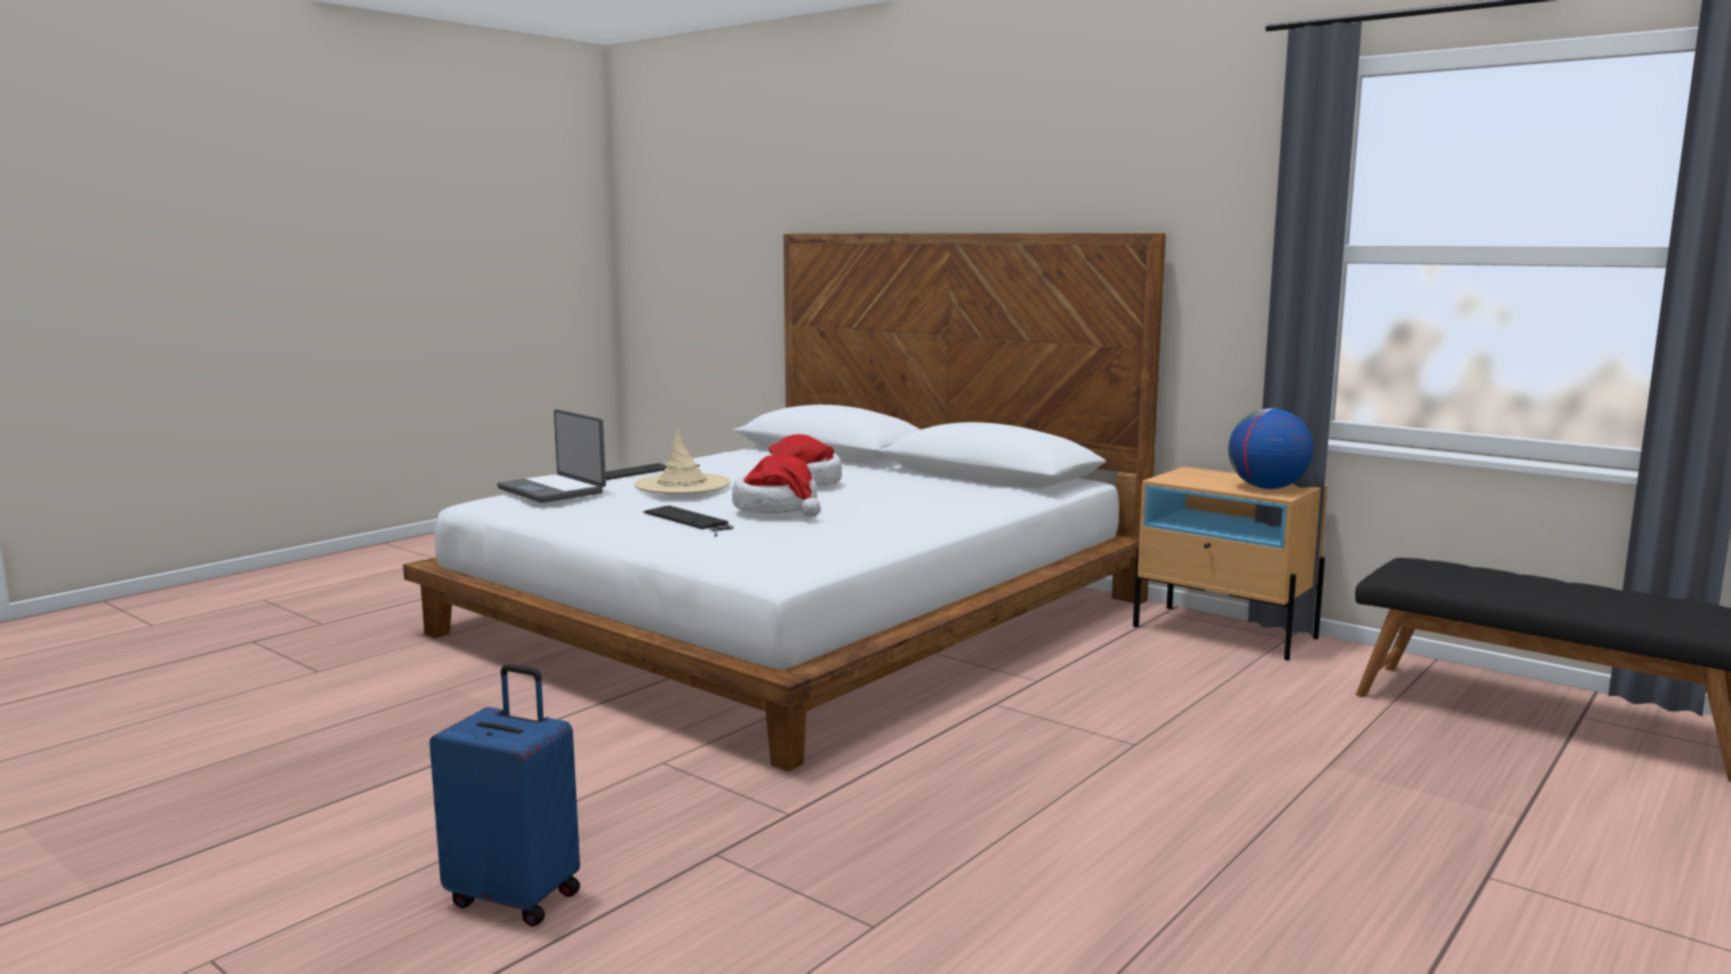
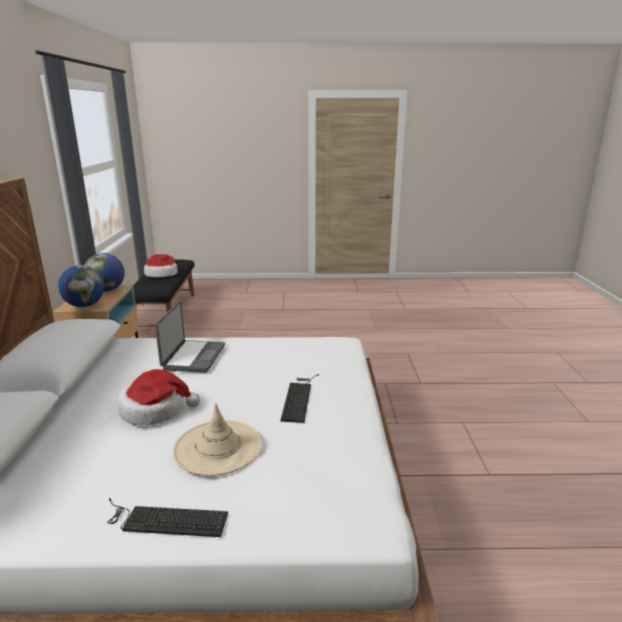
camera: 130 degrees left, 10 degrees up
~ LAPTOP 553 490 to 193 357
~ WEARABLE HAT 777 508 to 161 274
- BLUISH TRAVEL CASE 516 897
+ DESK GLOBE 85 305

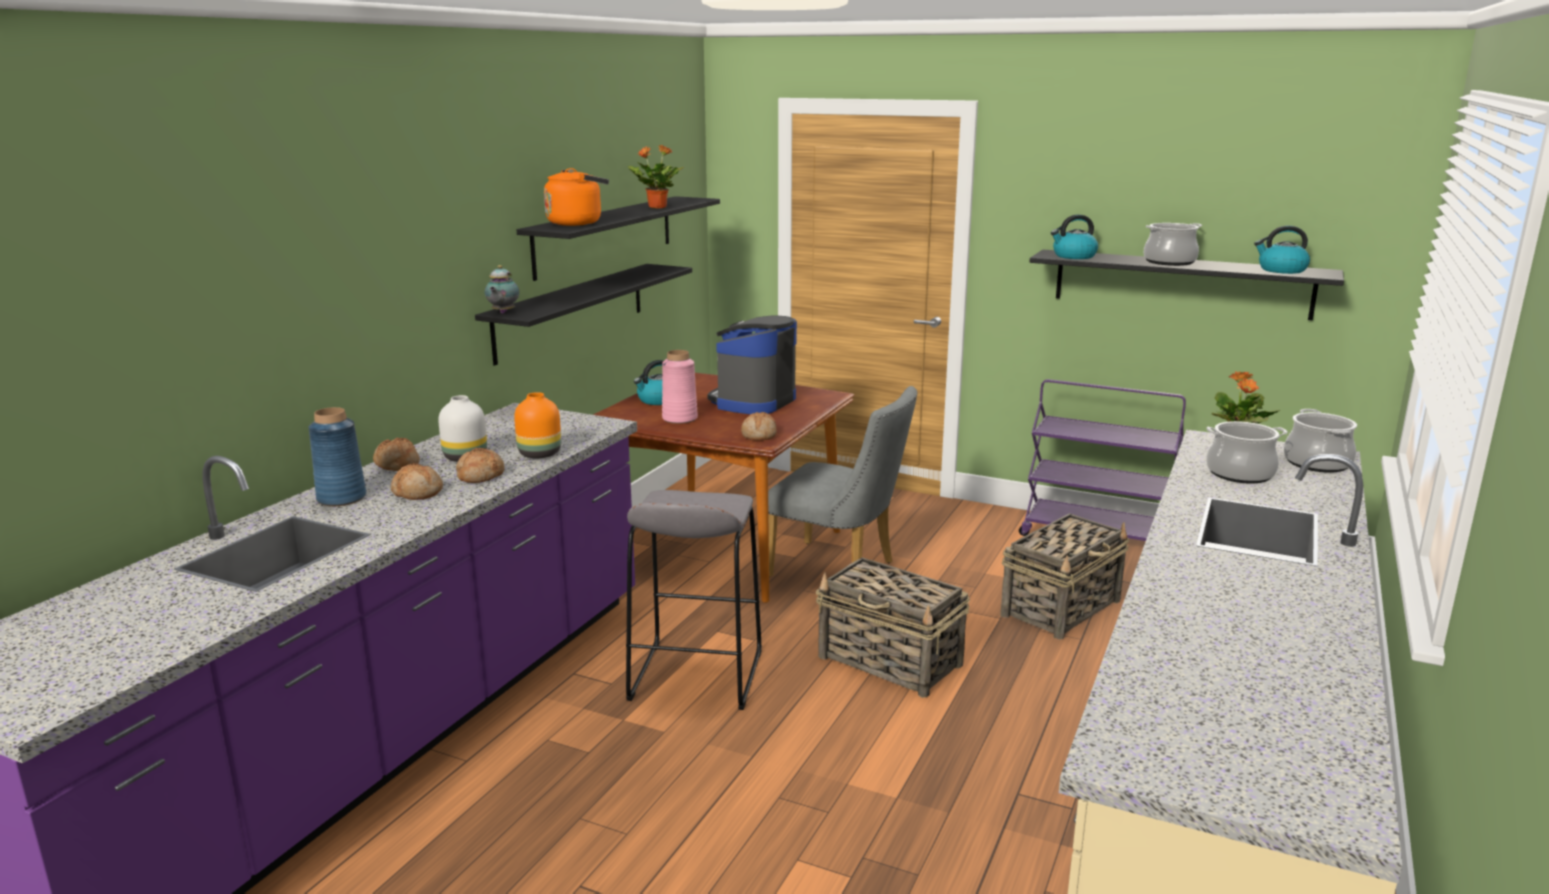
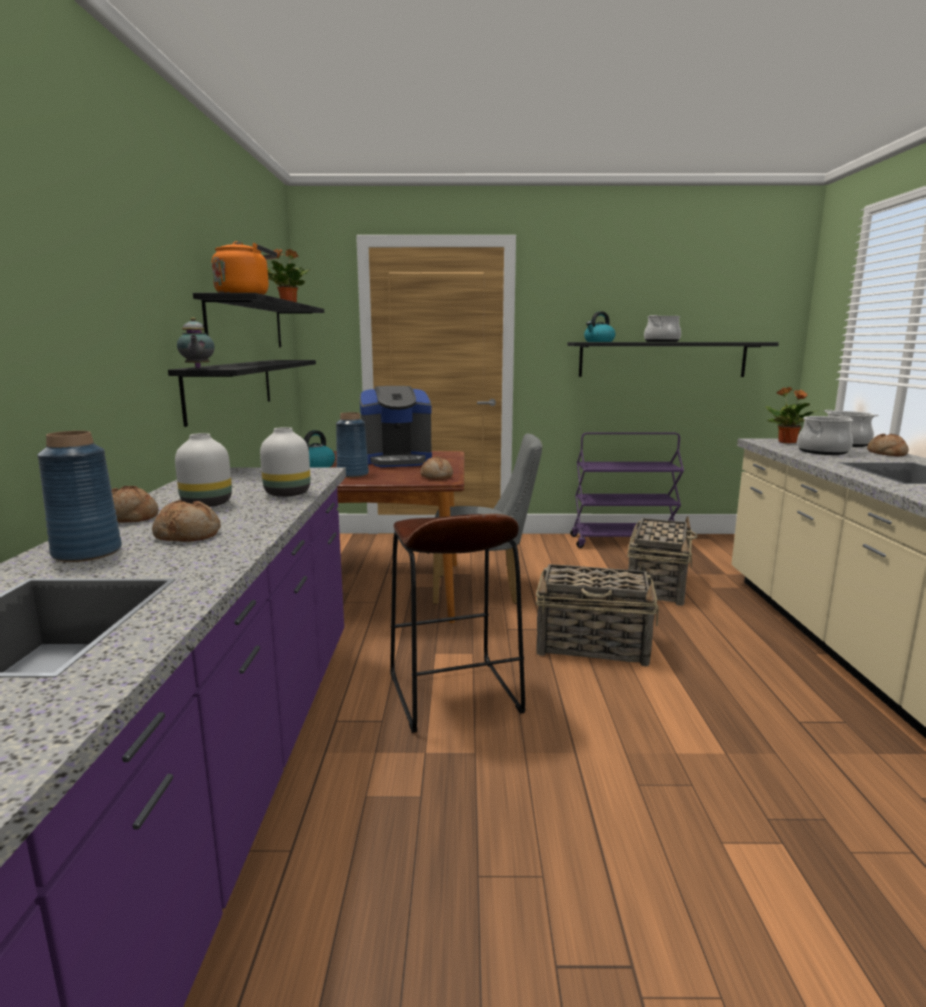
camera: 25 degrees left, 5 degrees down
- WATER KETTLE 1281 270
~ COFFEE MAKER 753 401 = 397 461 105 degrees counterclockwise
~ PINK DECORATIVE VASE 680 418 to BLUISH DECORATIVE VASE 353 474
~ ORANGE-COLOURED DECORATIVE VASE 540 454 to WHITISH DECORATIVE VASE 288 494
~ BAKED BREAD 480 475 to 886 453
~ GREYISH STOOL SEAT 696 675 to BROWNISH STOOL SEAT 453 693

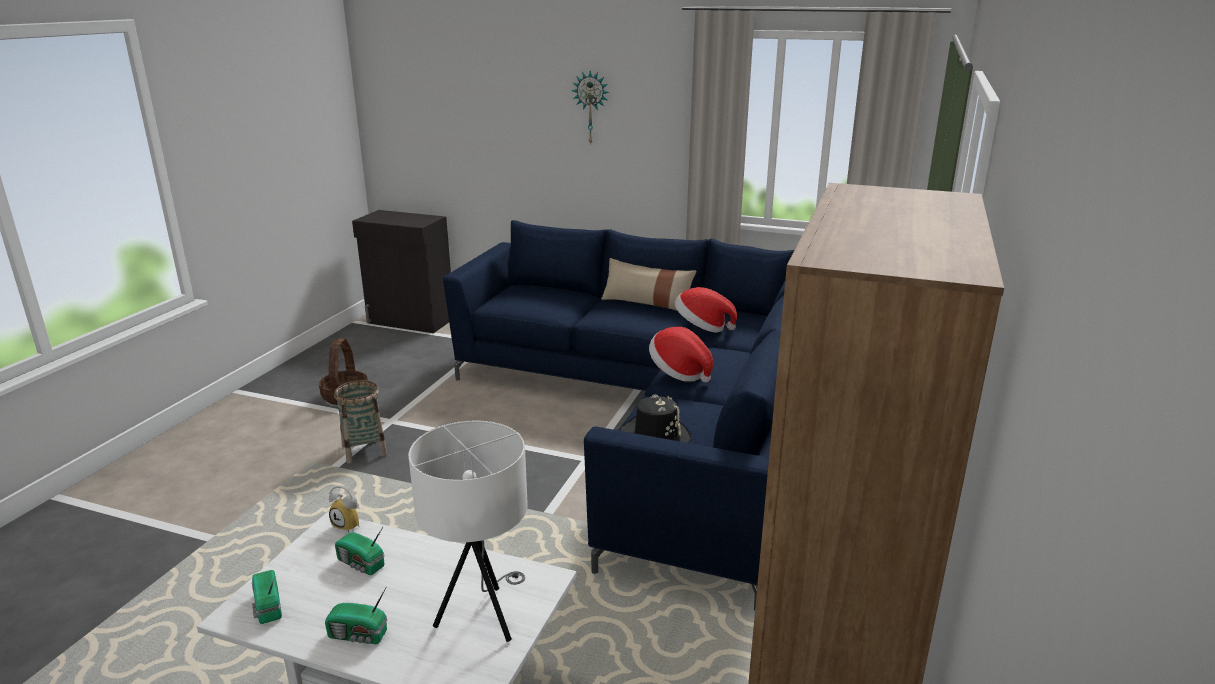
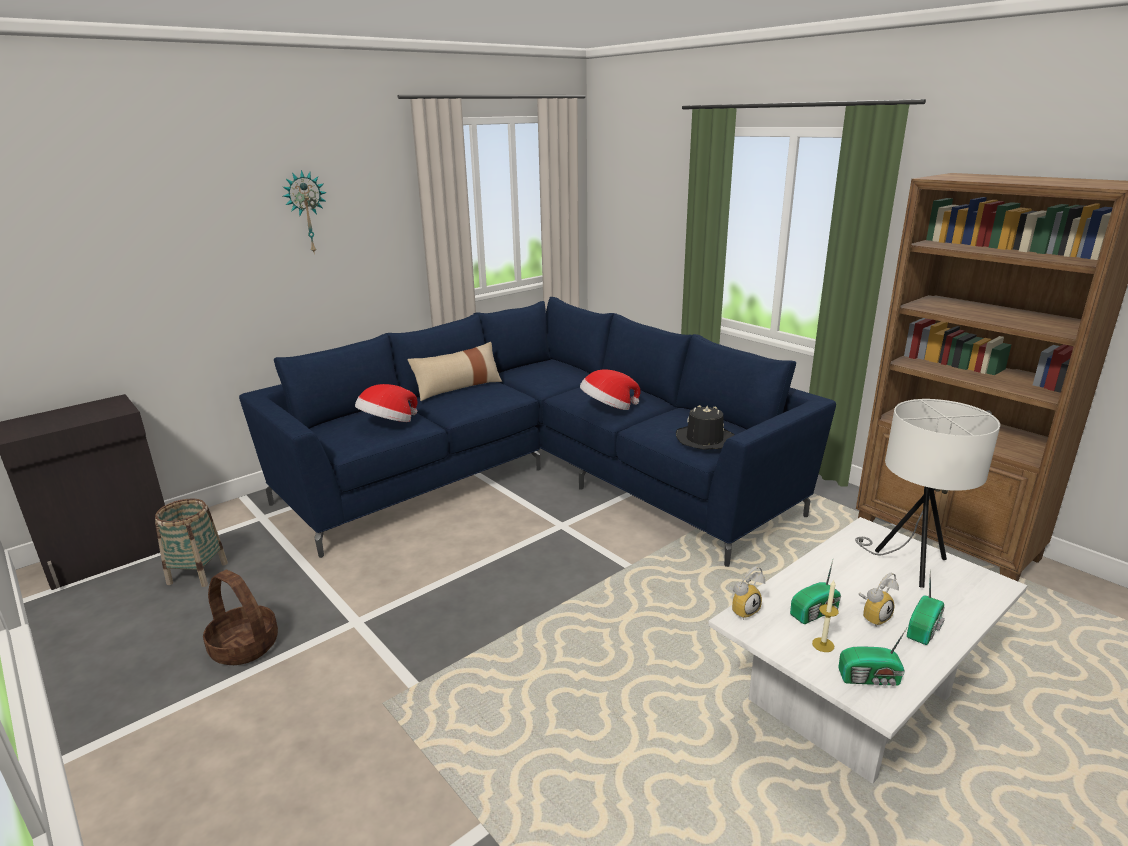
camera: 60 degrees left, 0 degrees up
~ WEARABLE HAT 702 327 to 388 424
~ BASKET 364 450 to 197 573
+ BEDSIDE CLOCK 873 616
+ CANDLE 823 645

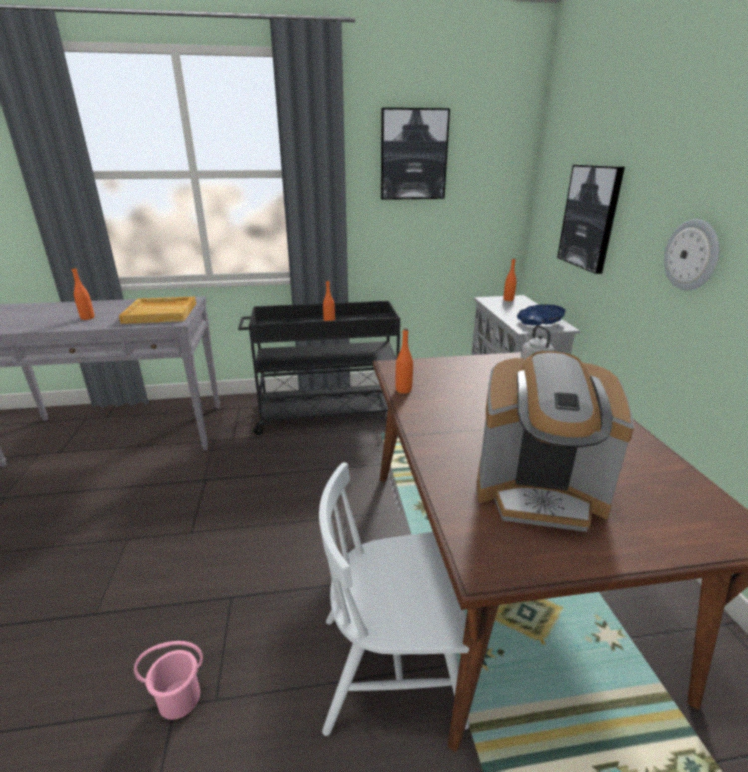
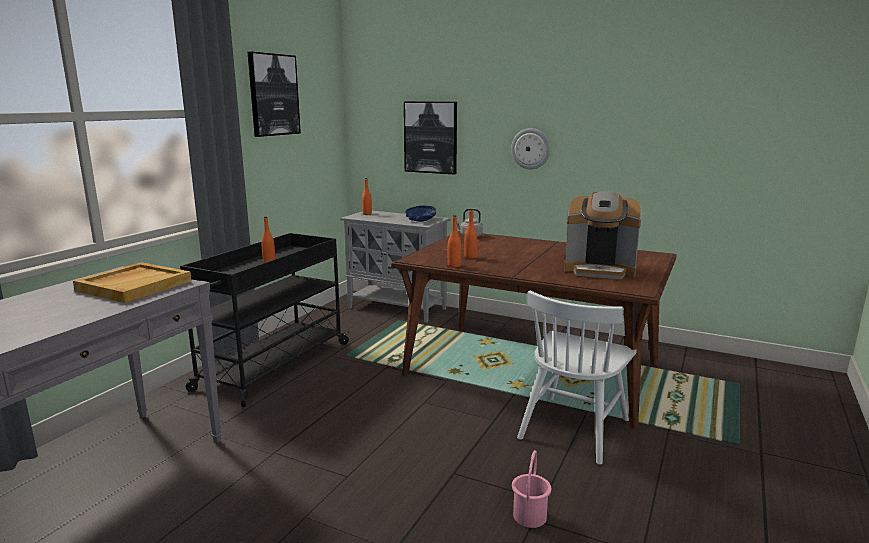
camera: 55 degrees left, 10 degrees down
~ ORANGE-COLOURED BOTTLE 87 318 to 470 257
~ COFFEE MAKER 539 492 = 599 270 60 degrees clockwise

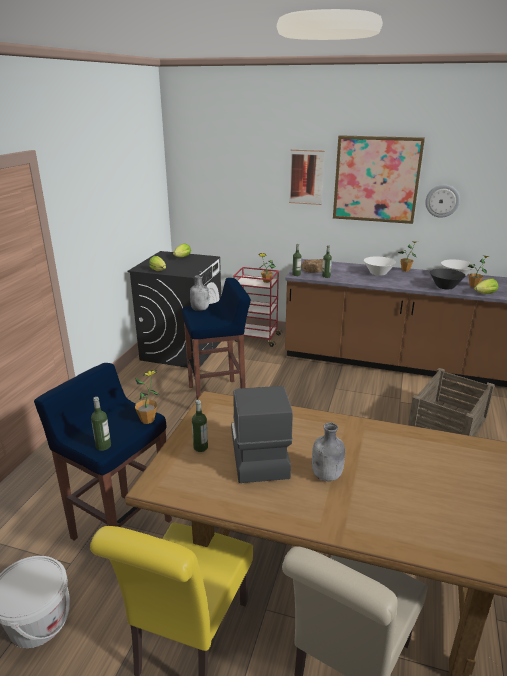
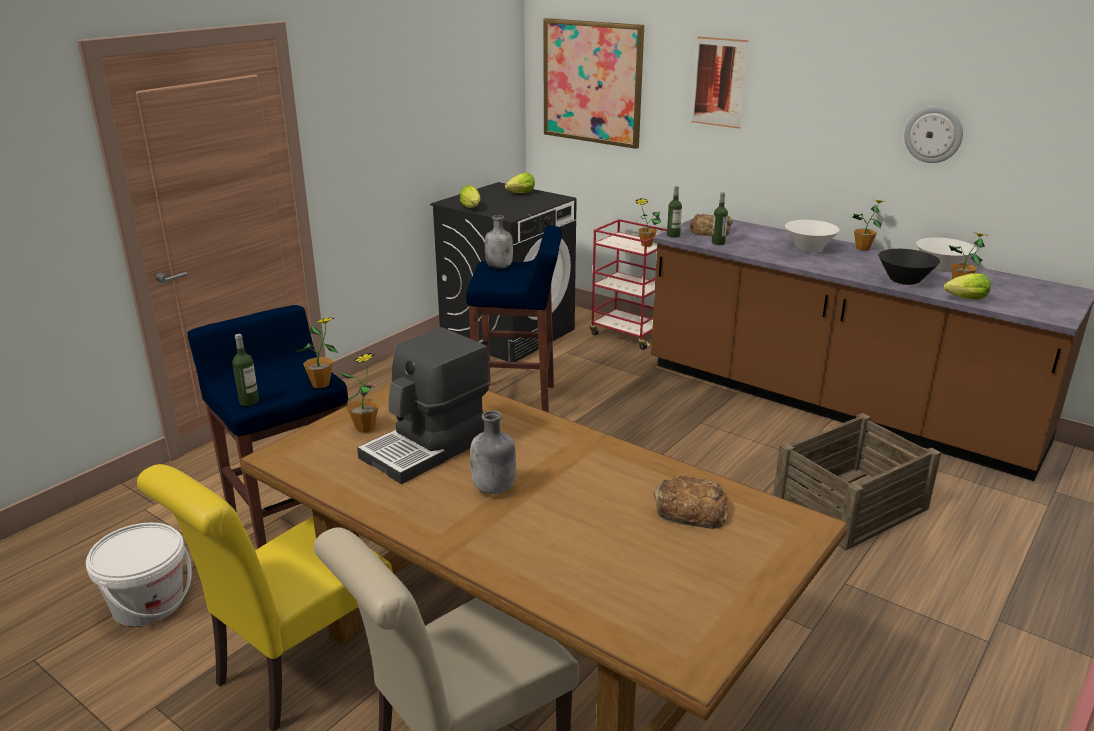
camera: 20 degrees right, 0 degrees up
~ WALL ART 376 179 to 592 82
~ COFFEE MAKER 257 454 = 428 448 150 degrees counterclockwise
~ BOTTLE 200 447 to POTTED PLANT 365 427
+ BAKED BREAD 690 509

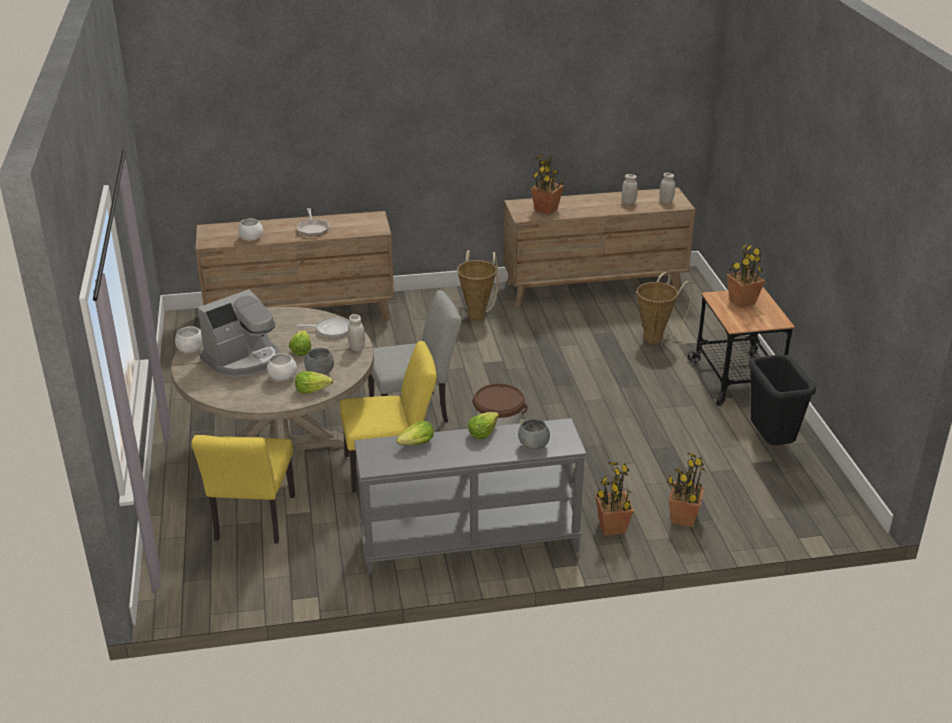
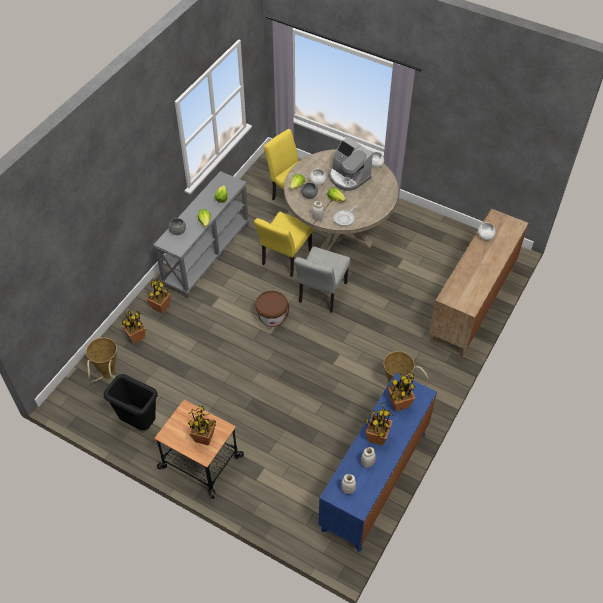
camera: 130 degrees right, 20 degrees up
~ BROWNISH CHEST OF DRAWERS 594 287 to BLUISH CHEST OF DRAWERS 375 481
- FRYING PAN 313 229
~ BASKET 656 337 to 108 376
~ COFFEE MAKER 243 359 = 348 177 45 degrees counterclockwise
+ POTTED PLANT 377 437

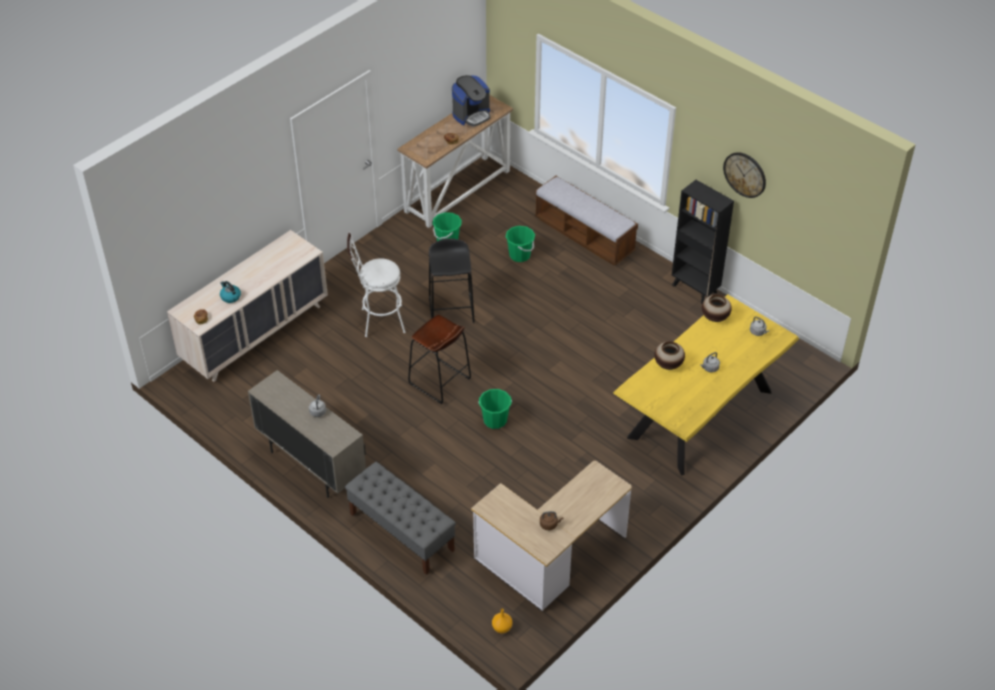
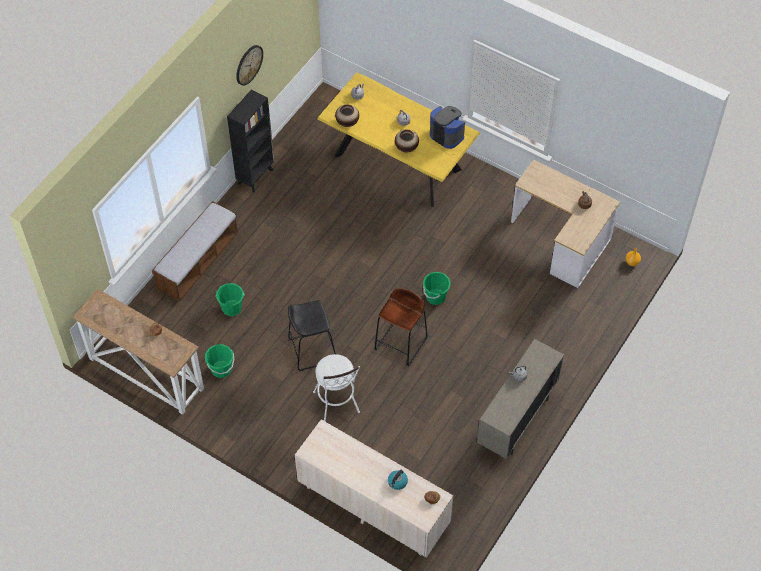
camera: 100 degrees left, 10 degrees up
~ COFFEE MAKER 471 115 to 447 135
- GREYISH BENCH 401 532

